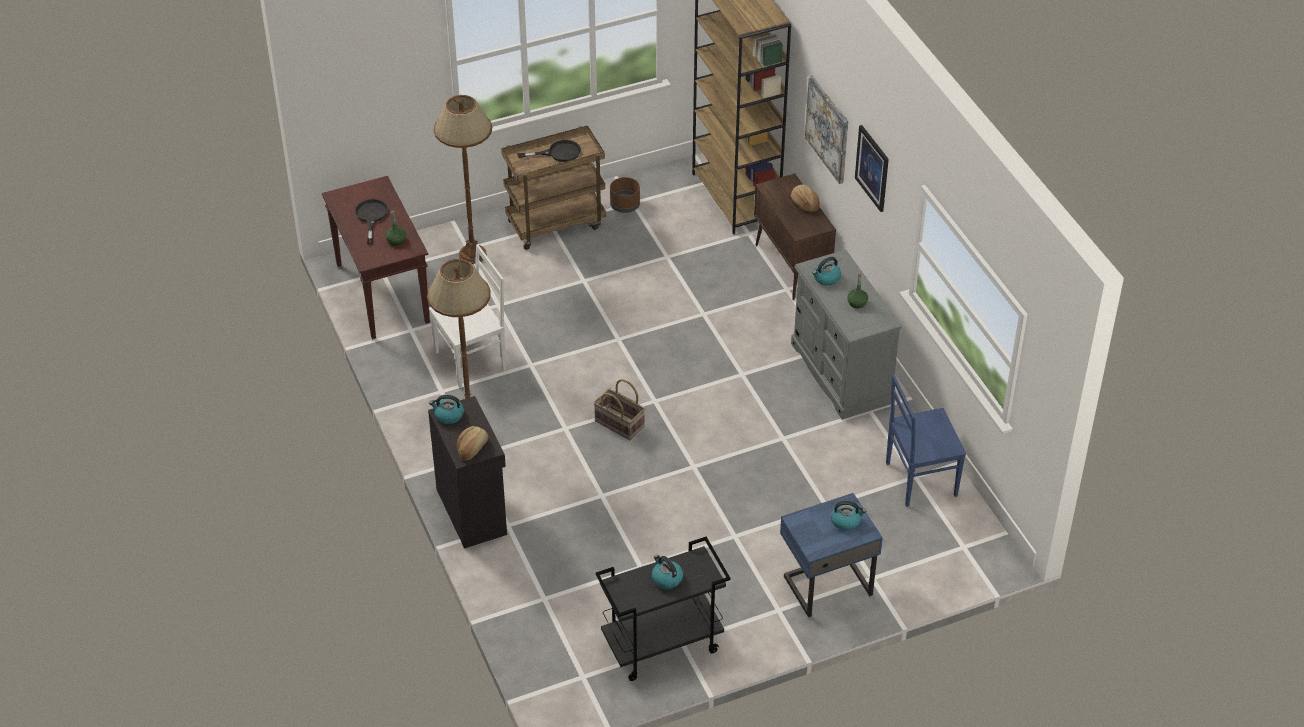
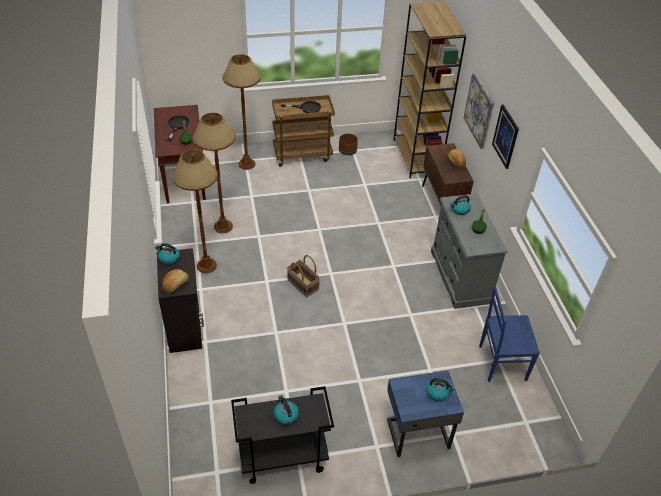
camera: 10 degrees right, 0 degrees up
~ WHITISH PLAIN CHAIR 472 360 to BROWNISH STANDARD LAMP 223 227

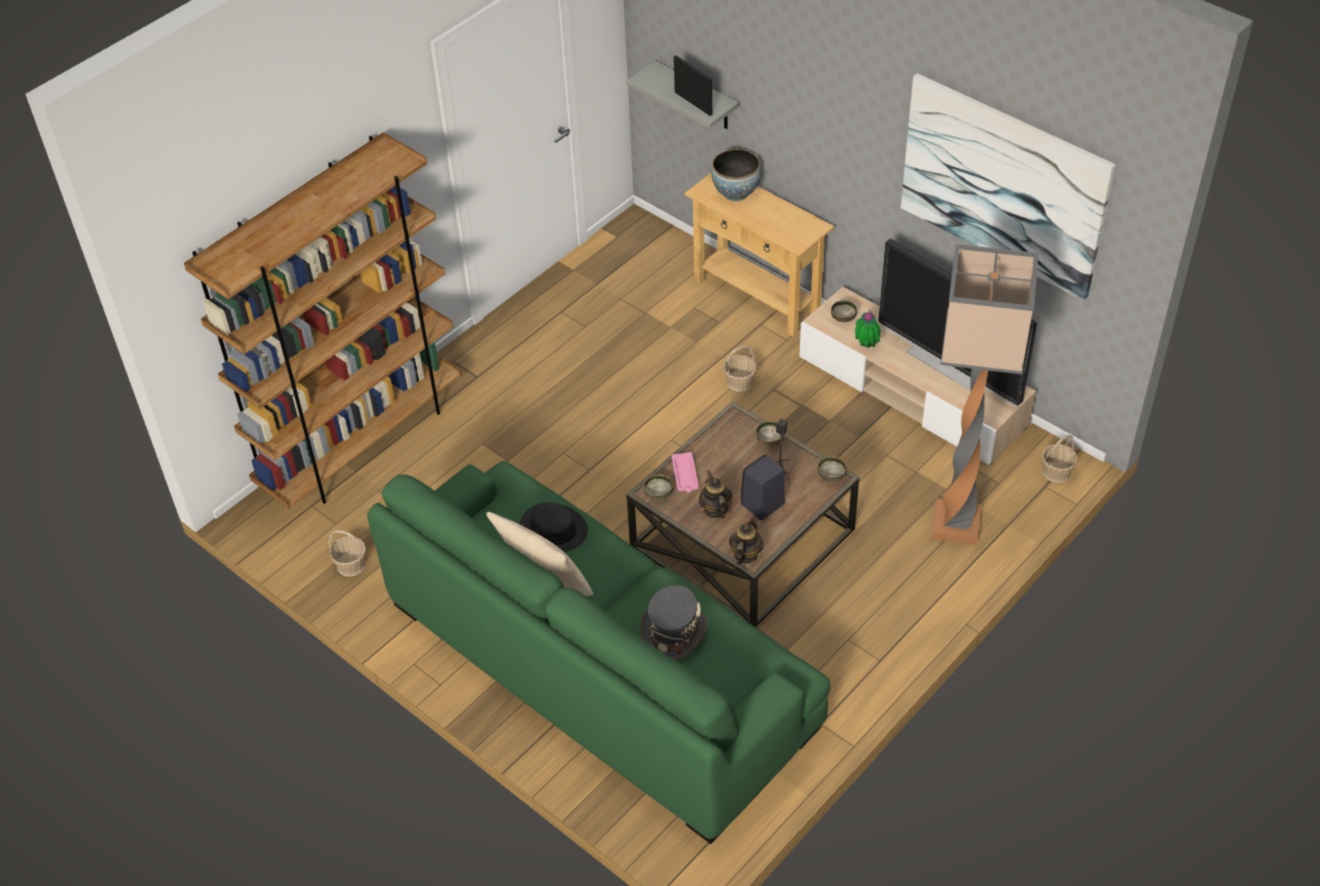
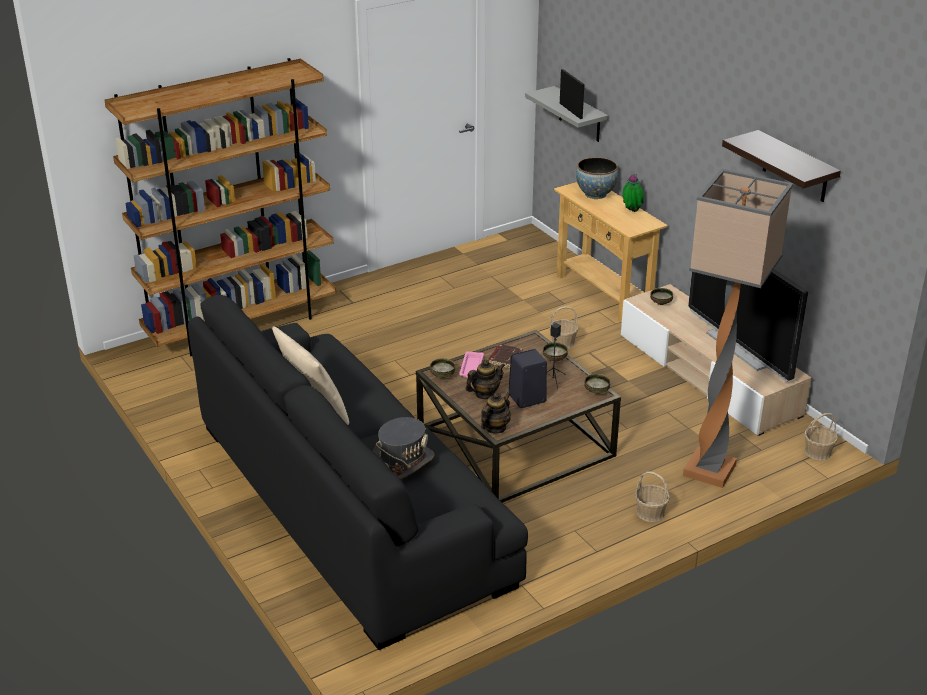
camera: 15 degrees right, 15 degrees down
~ WALL ART 1003 185 to WALL SHELF 795 167
~ POTTED PLANT 866 346 to 631 211
~ GREENISH SETTEE 601 664 to BLACKISH SETTEE 351 502
~ TEAPOT 715 509 = 485 394 60 degrees clockwise
- BLACKISH WEARABLE HAT 553 529
~ BASKET 351 564 to 650 512
+ BROWNISH BOUND BOOK 504 359

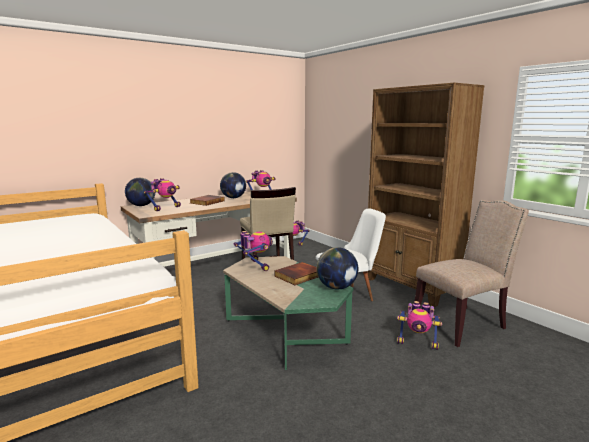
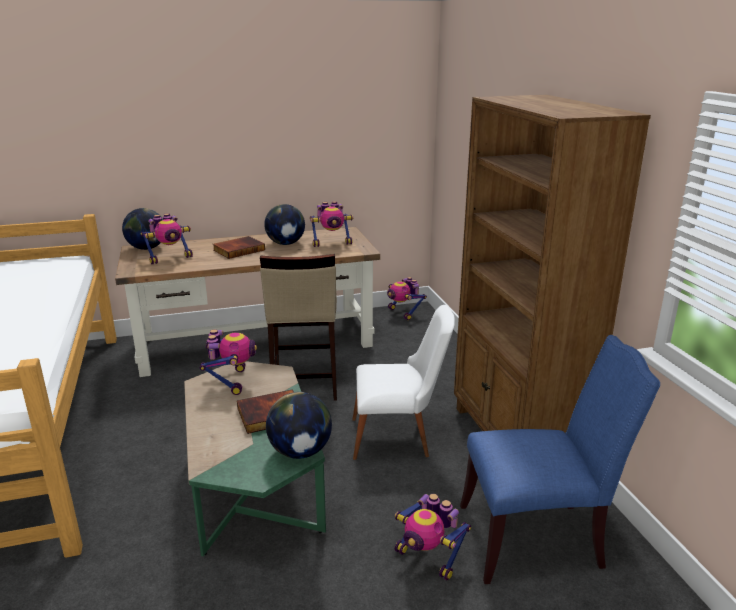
camera: 20 degrees right, 10 degrees up
~ SAND-COLOURED PLAIN CHAIR 462 323 to BLUISH PLAIN CHAIR 536 538

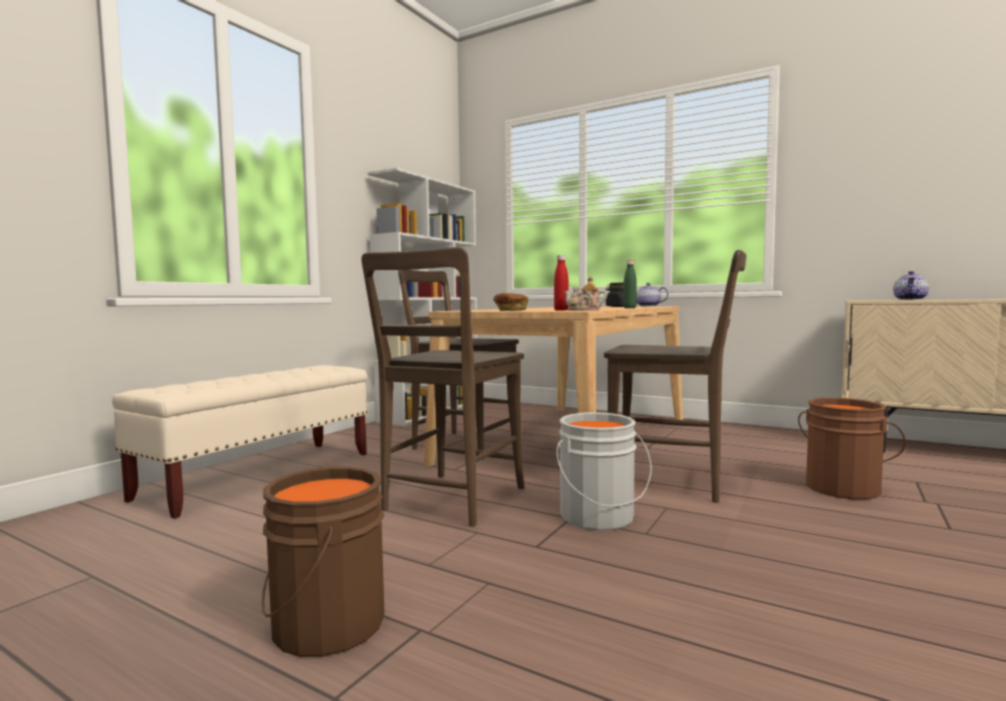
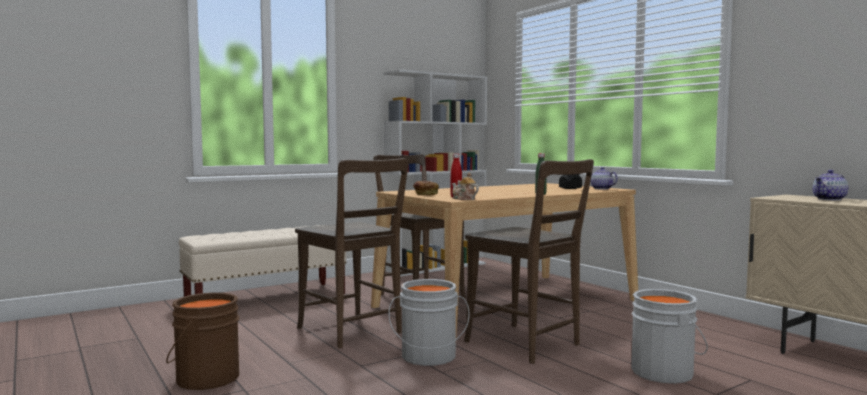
camera: 25 degrees right, 0 degrees up
~ BROWNISH PLAIN CHAIR 450 501 = 352 332 90 degrees counterclockwise
~ BROWNISH PAIL 843 488 to GREYISH PAIL 664 372

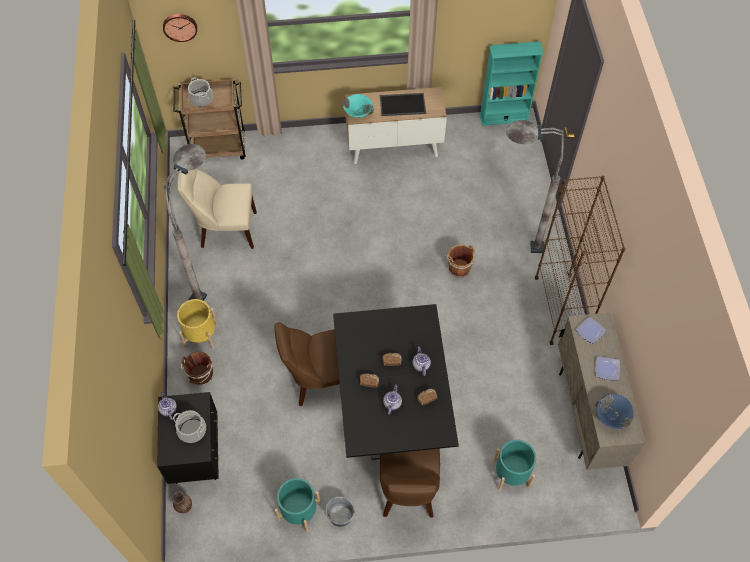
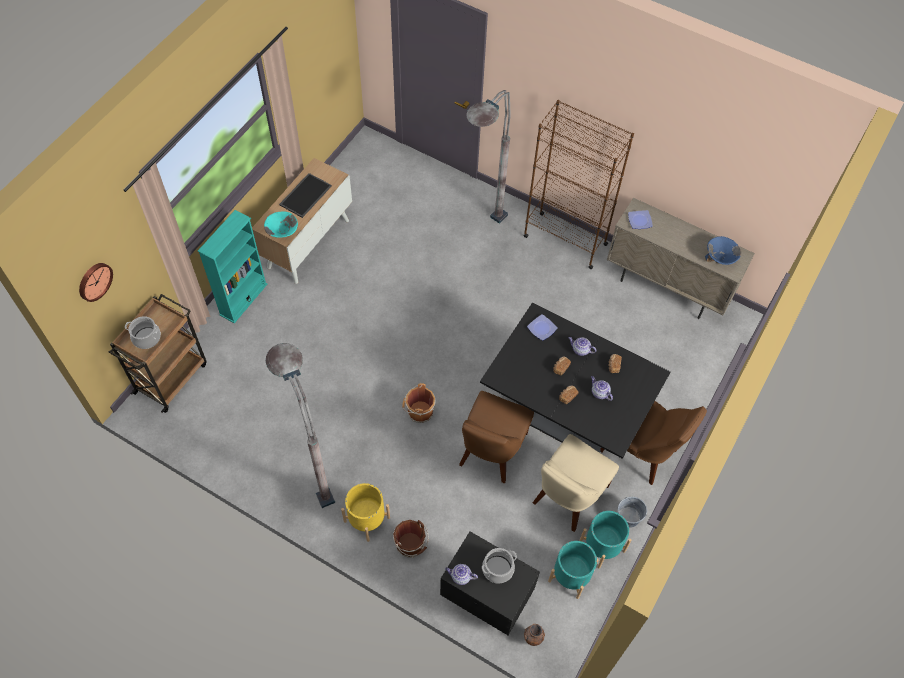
camera: 55 degrees left, 0 degrees up
~ TURQUOISE SHELVING UNIT 504 117 to 243 299
~ SAND-COLOURED PLAIN CHAIR 225 229 to 567 496
~ BROWNISH PAIL 458 268 to 419 412
~ DINNER PLATE 607 369 to 542 328
~ TURQUOISE PLANTER 511 473 to 570 575

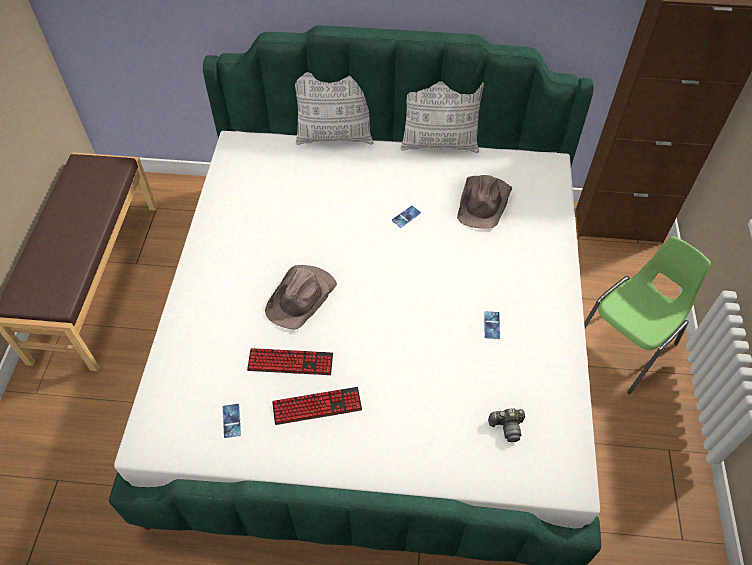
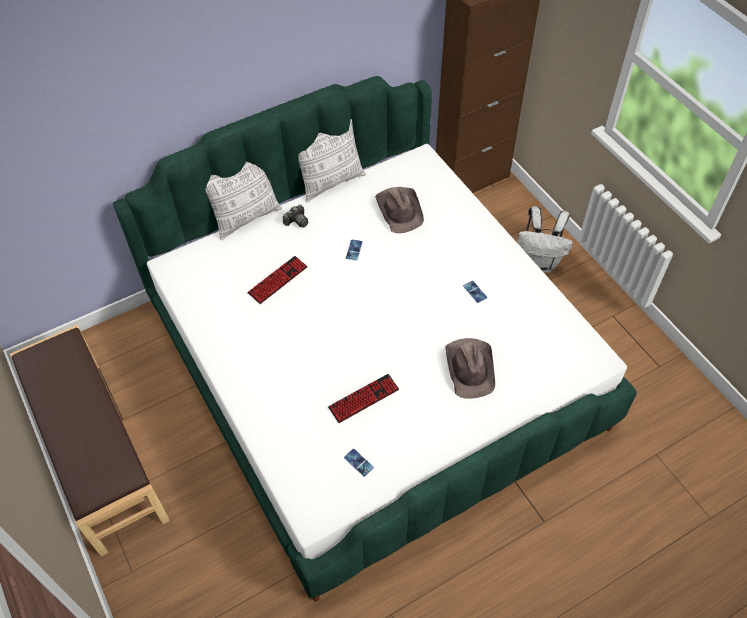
camera: 35 degrees left, 0 degrees up
~ GREENISH PLAIN CHAIR 626 345 to WHITISH BACKPACK 538 262
~ BROWNISH WEARABLE HAT 302 298 to 470 368
~ PC KEYBOARD 317 406 to 278 280
~ PHOTO CAMERA 507 427 to 297 221

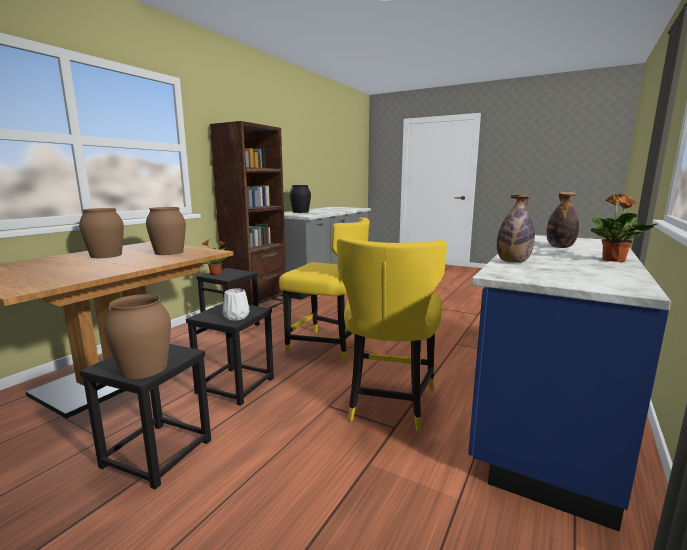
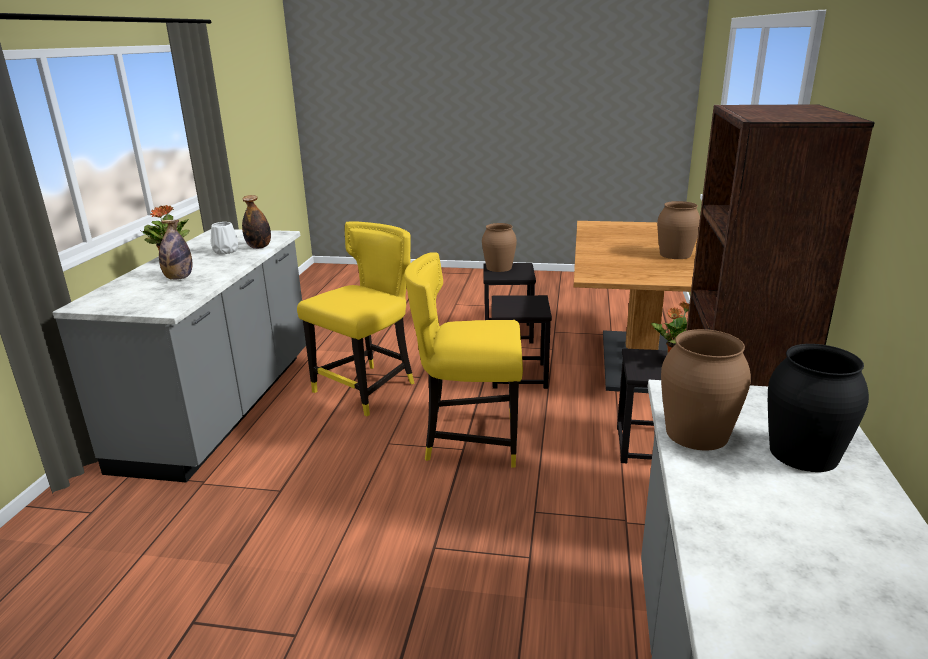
camera: 160 degrees right, 10 degrees up
~ BROWNISH DECORATIVE VASE 169 252 to 697 434
~ BLUISH KITCHEN BASE UNIT 544 413 to GREYISH KITCHEN BASE UNIT 223 408
~ YELLOW-COLOURED PLAIN CHAIR 388 403 = 368 388 45 degrees clockwise
~ WHITISH DECORATIVE VASE 236 317 to 226 251

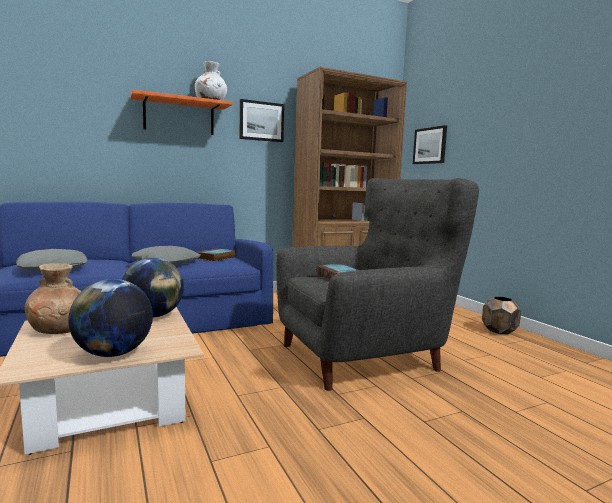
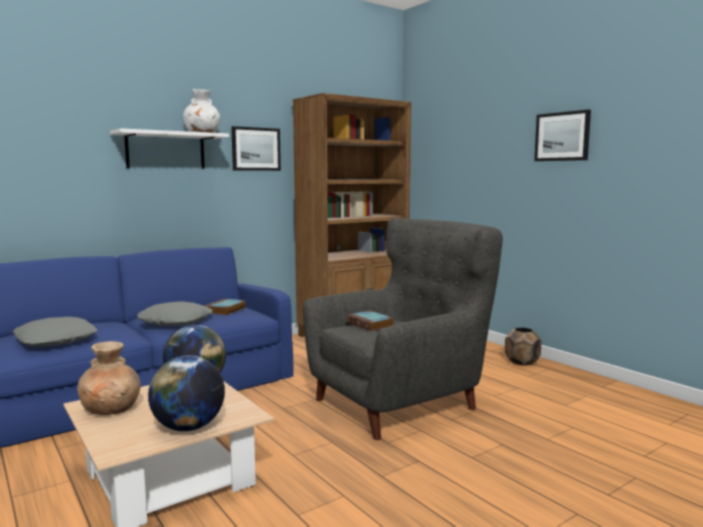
camera: 10 degrees left, 0 degrees up
~ ORANGE-COLOURED WALL SHELF 179 117 to WHITISH WALL SHELF 165 150
~ WALL ART 430 145 to 562 136

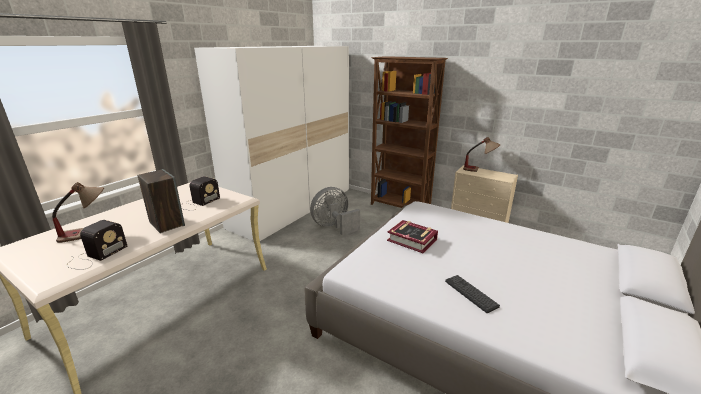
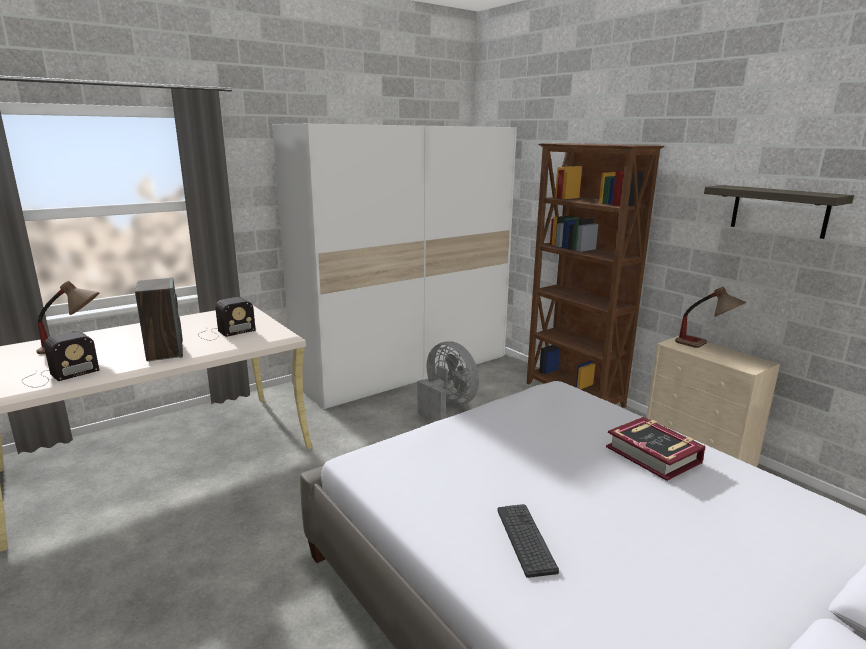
camera: 20 degrees right, 5 degrees down
~ GREYISH COOLING FAN 334 227 = 446 407 60 degrees clockwise
~ BOUND BOOK 412 240 to 653 455
+ WALL SHELF 779 211

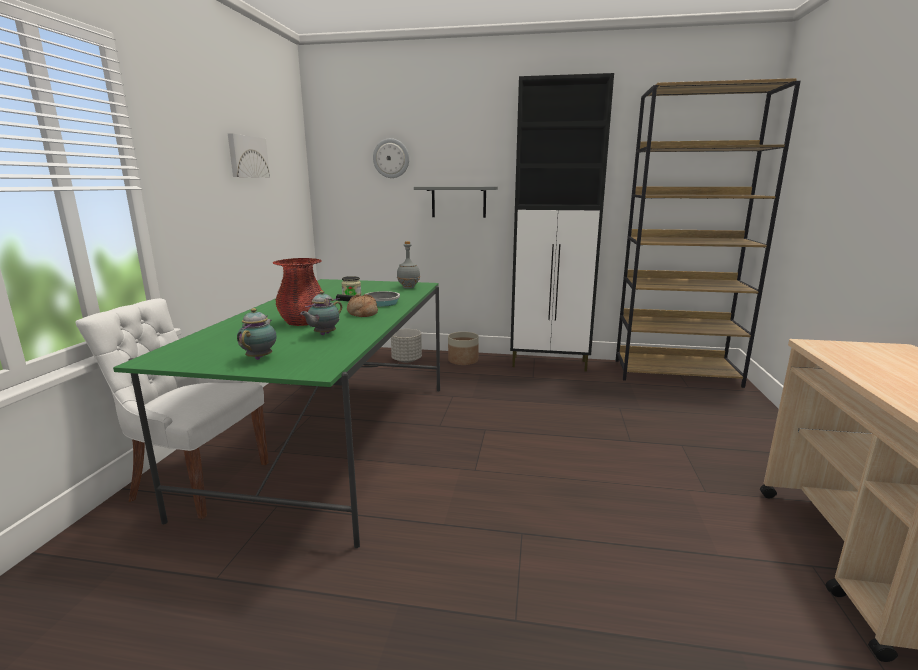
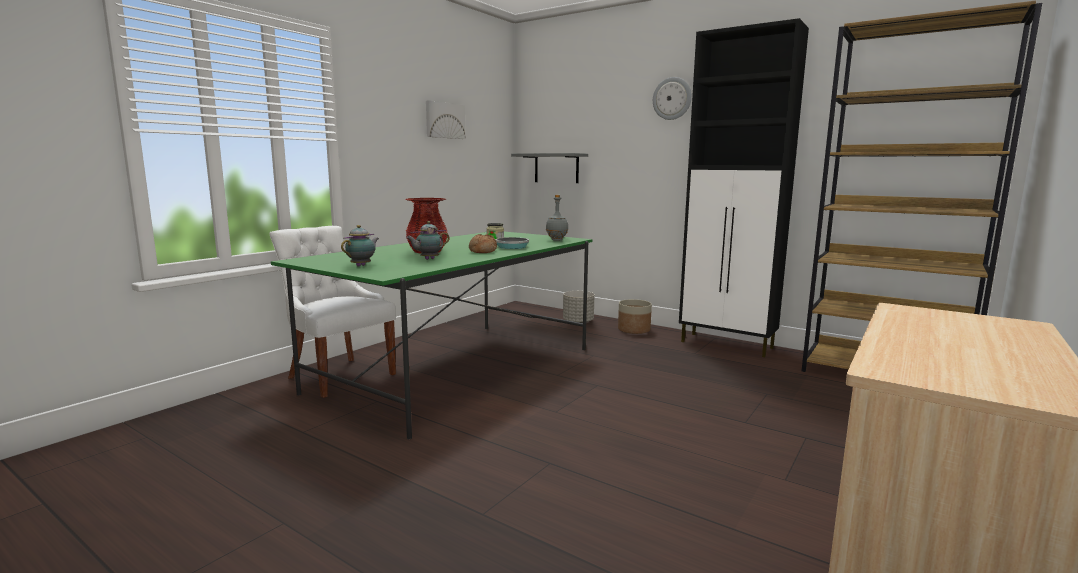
camera: 25 degrees right, 5 degrees down
~ HANGING CLOCK 391 158 to 672 98
~ GREYISH WALL SHELF 458 202 to 556 168

